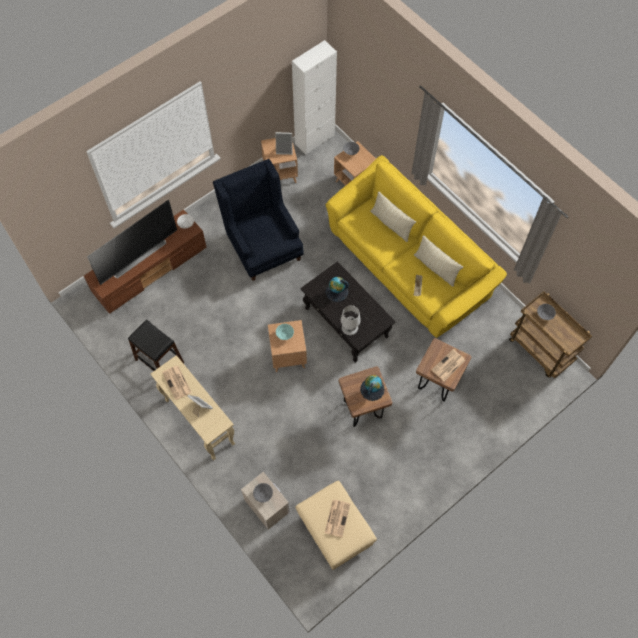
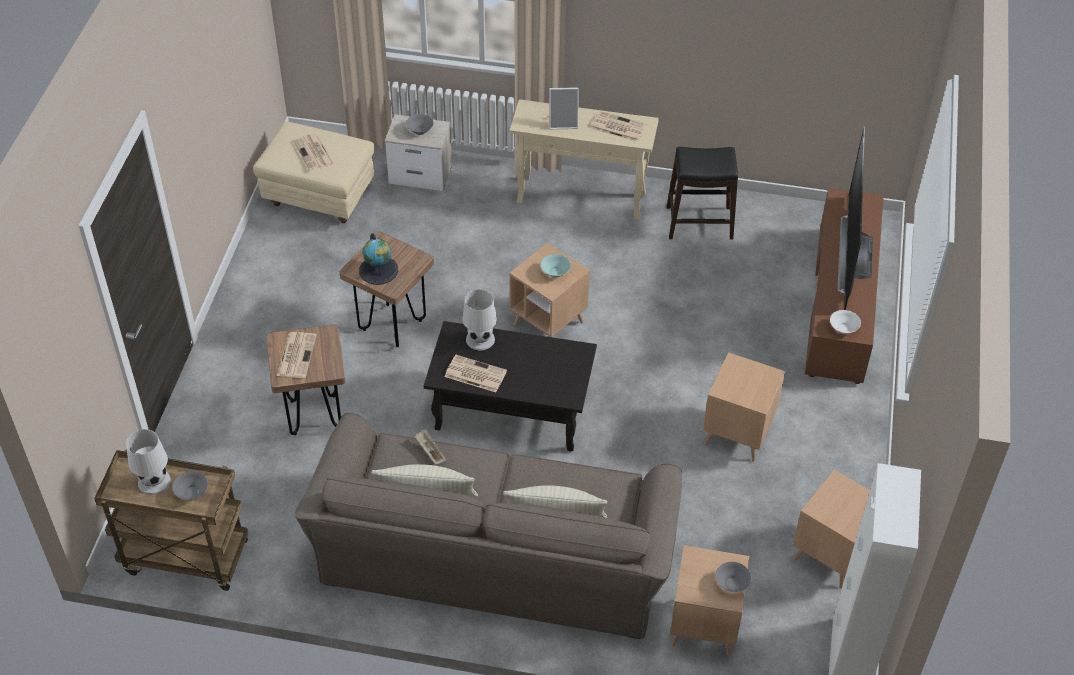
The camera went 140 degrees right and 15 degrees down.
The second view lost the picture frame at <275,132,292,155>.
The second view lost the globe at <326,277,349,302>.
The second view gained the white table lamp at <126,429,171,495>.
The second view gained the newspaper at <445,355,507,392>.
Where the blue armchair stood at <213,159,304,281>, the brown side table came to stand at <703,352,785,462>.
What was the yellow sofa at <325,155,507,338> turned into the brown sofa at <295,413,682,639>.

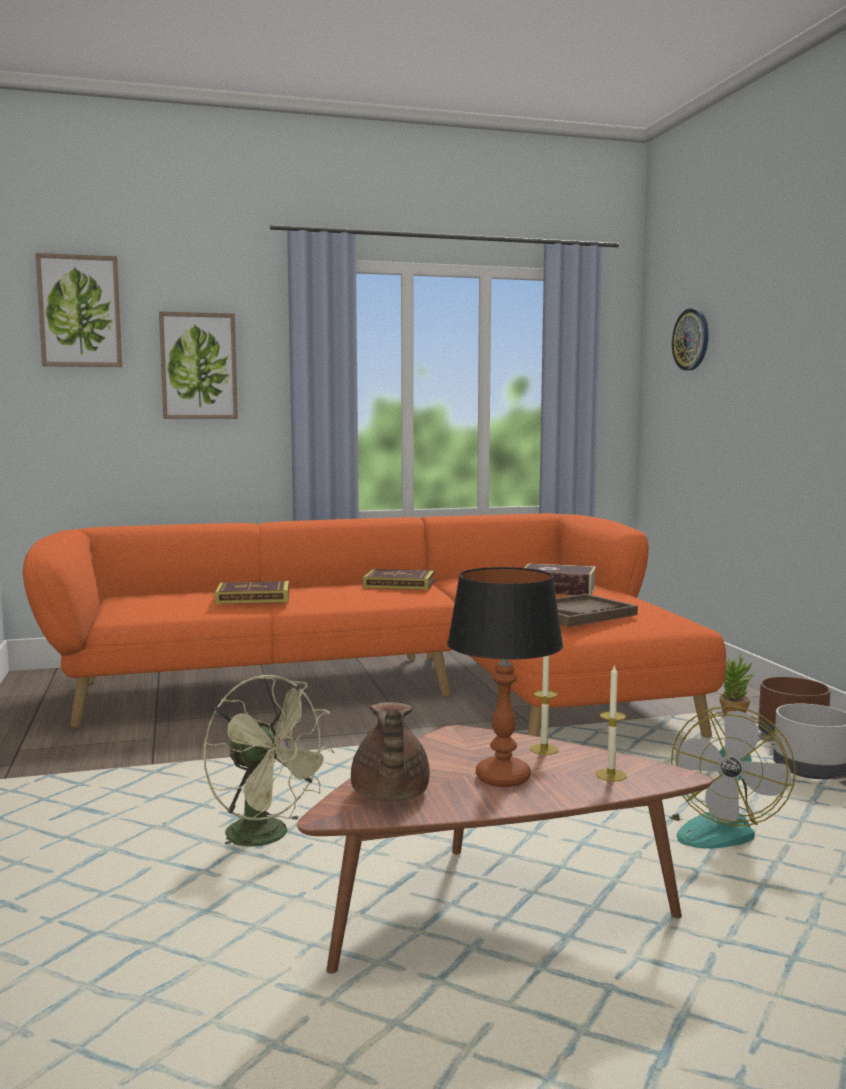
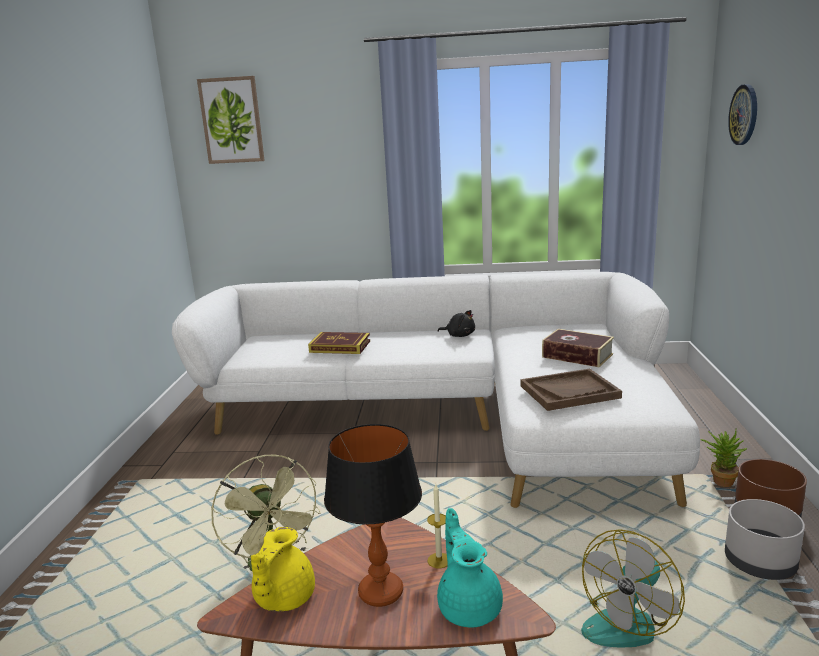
The camera went 20 degrees right and 10 degrees up.
The second view lost the picture at <159,311,238,419>.
Where the book stood at <363,569,435,590>, the black plush toy came to stand at <438,310,475,337>.
Where the candle stood at <595,664,627,781>, the turquoise teapot came to stand at <437,508,503,627>.
What was the orange sofa at <23,513,726,737> turned into the white sofa at <172,272,700,508>.
What was the brown teapot at <351,702,430,801> turned into the yellow teapot at <251,527,315,612>.

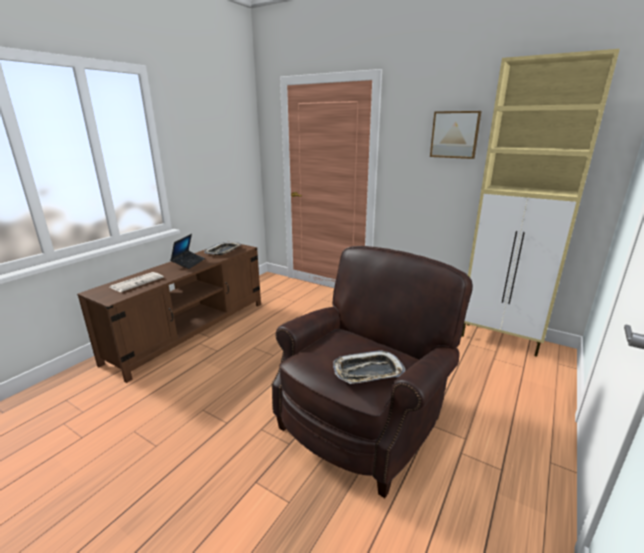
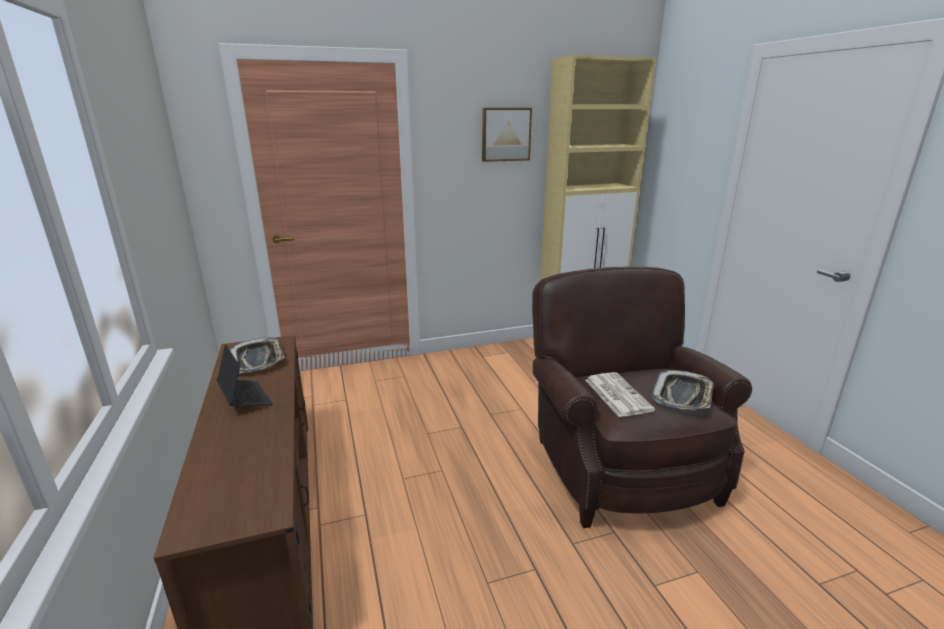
The camera went 50 degrees left and 0 degrees up.
The newspaper ended up elsewhere, having gone from <110,272,164,292> to <585,372,655,417>.

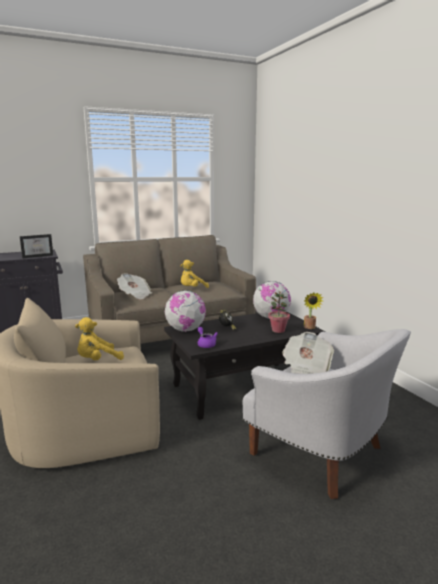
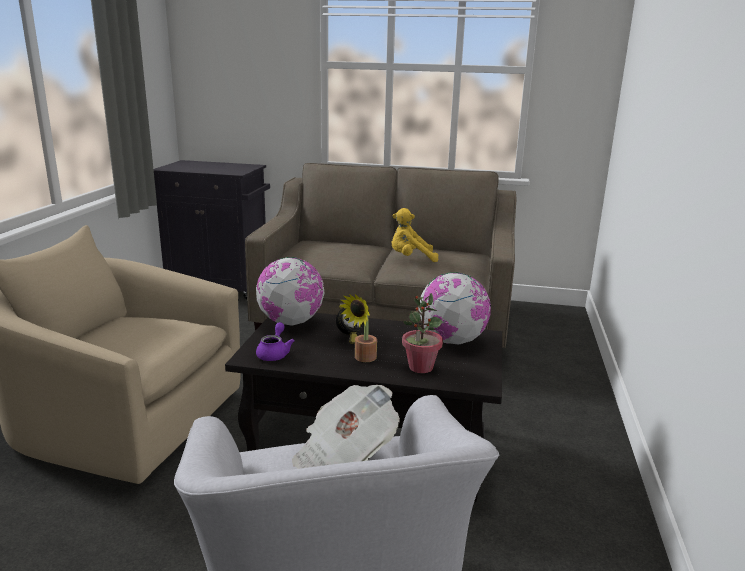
The camera went 35 degrees right and 5 degrees up.
The second view lost the picture frame at <20,234,53,258>.
The second view lost the yellow plush toy at <75,317,124,360>.
The second view lost the newspaper at <117,273,152,300>.
The potted plant ended up elsewhere, having gone from <304,292,323,329> to <340,294,377,362>.

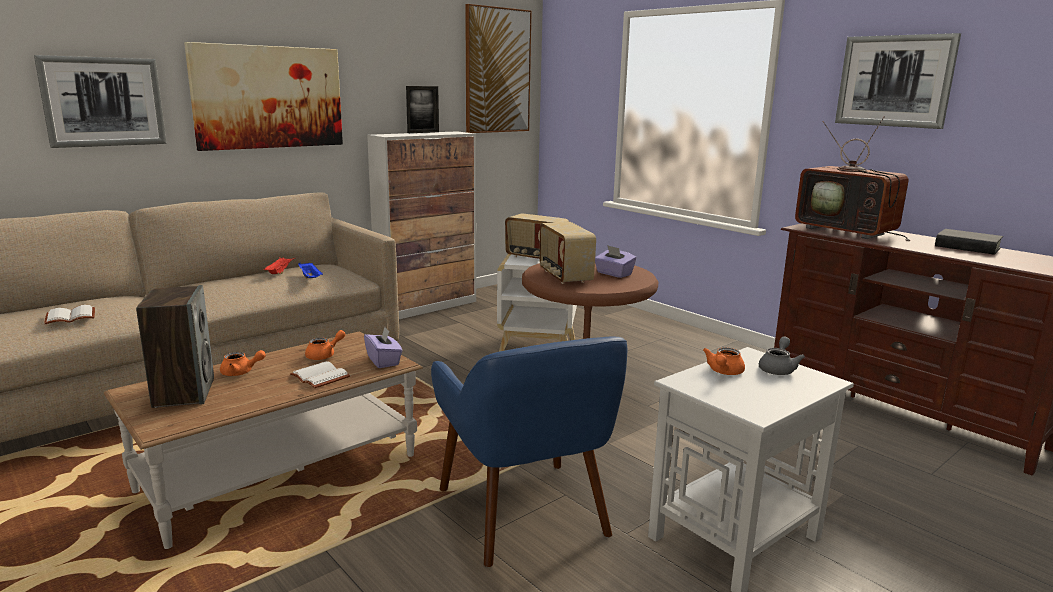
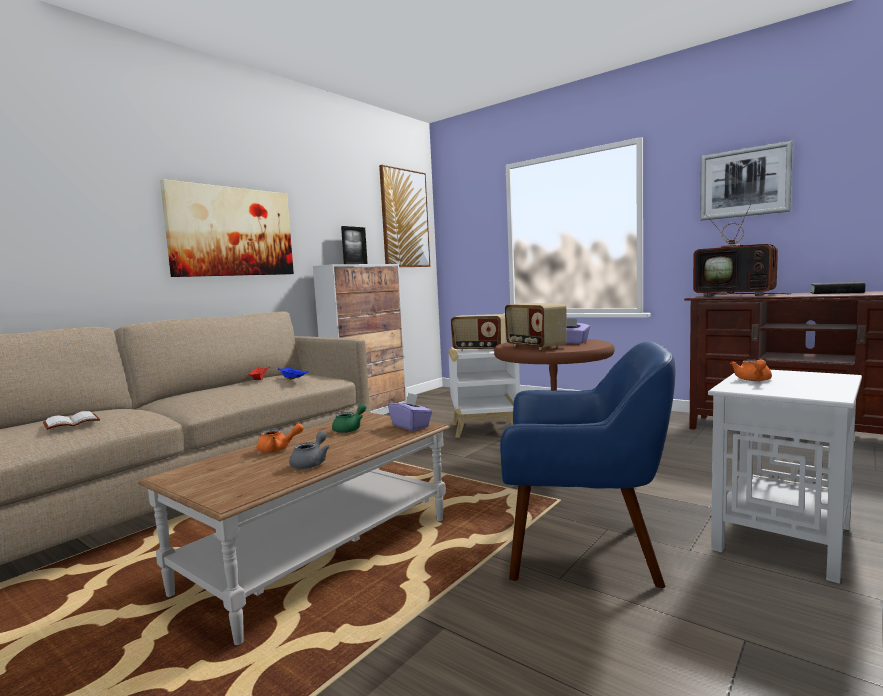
The camera went 10 degrees left and 10 degrees down.
The second view lost the picture at <34,55,167,148>.
The second view lost the speaker at <136,285,214,408>.
The second view lost the white book at <290,361,351,388>.
The grey teapot ended up elsewhere, having gone from <759,337,805,375> to <289,431,330,469>.
What was the orange teapot at <305,330,346,360> turned into the green teapot at <332,404,366,433>.
The blue armchair at <431,336,627,567> ended up facing another way, 45 degrees counterclockwise from before.

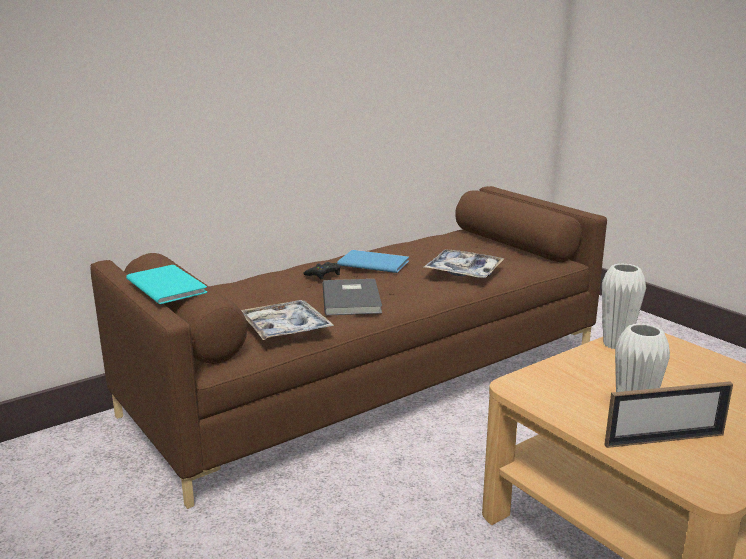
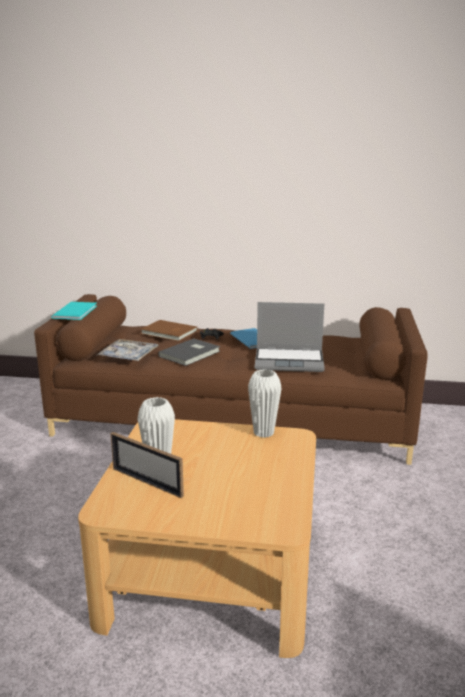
The camera went 45 degrees right and 0 degrees up.
The second view gained the brown book at <141,320,198,341>.
Where the tray stood at <424,249,505,278>, the laptop came to stand at <255,302,325,372>.

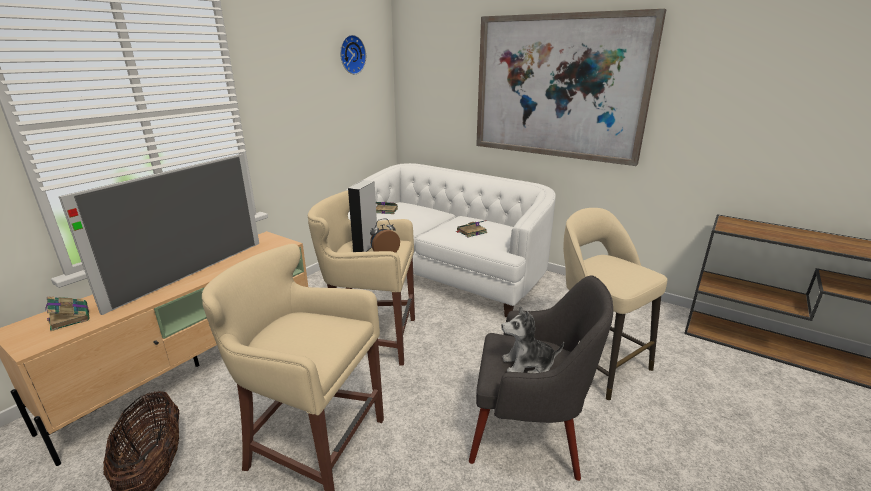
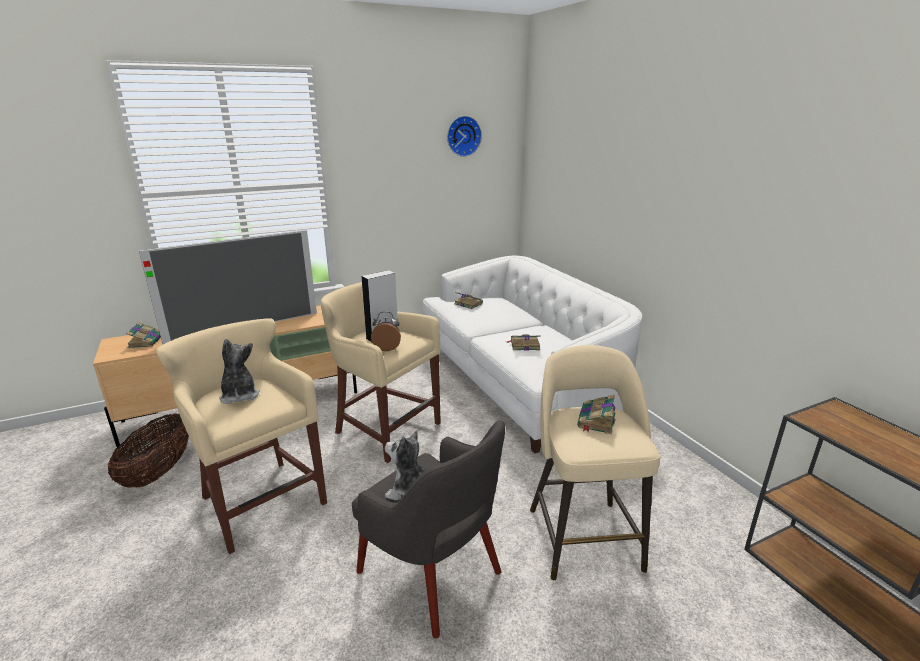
The camera went 30 degrees right and 0 degrees up.
The second view lost the picture at <476,9,667,166>.
The second view gained the plush toy at <219,339,260,404>.
The second view gained the book at <577,395,615,434>.

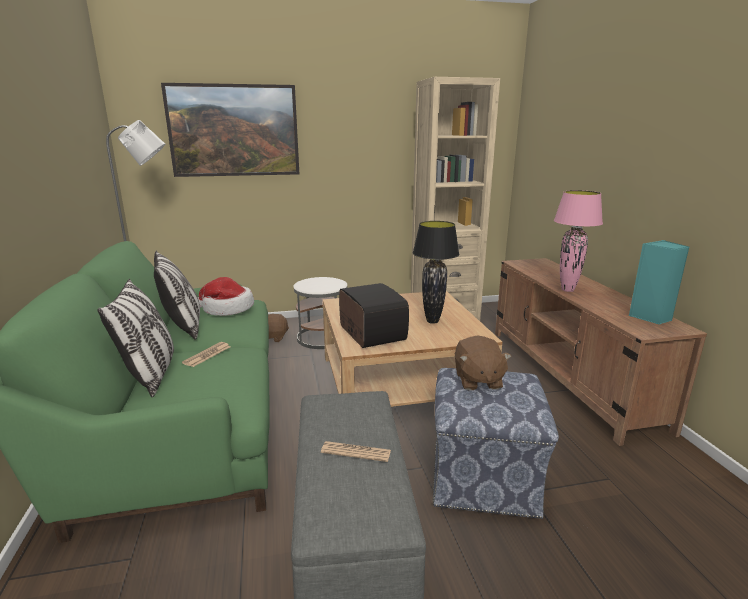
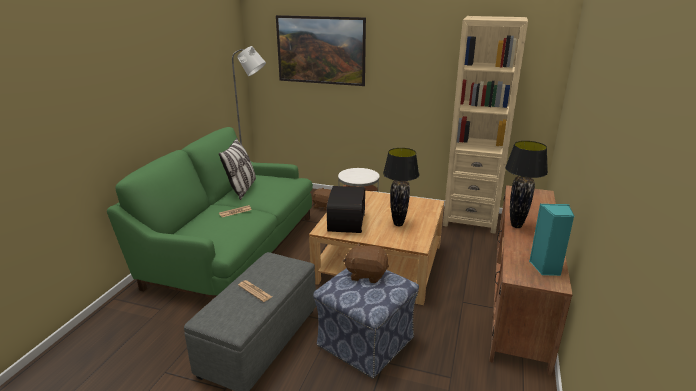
The camera went 30 degrees right and 5 degrees up.
The second view lost the pillow at <97,279,174,397>.
The second view lost the hat at <198,277,254,316>.
What was the pink table lamp at <554,190,603,292> turned into the black table lamp at <505,141,548,228>.
The brown plush toy at <455,336,512,390> ended up facing another way, 75 degrees clockwise from before.

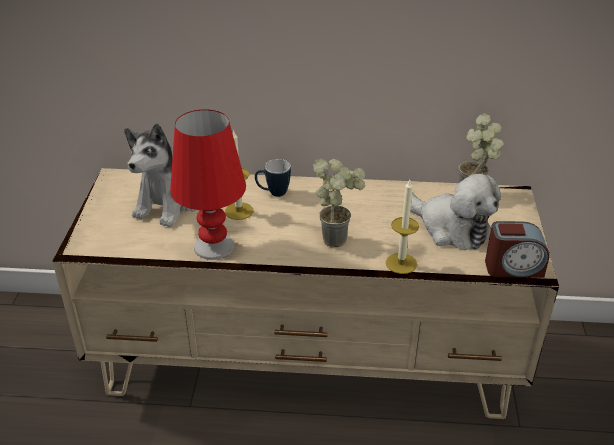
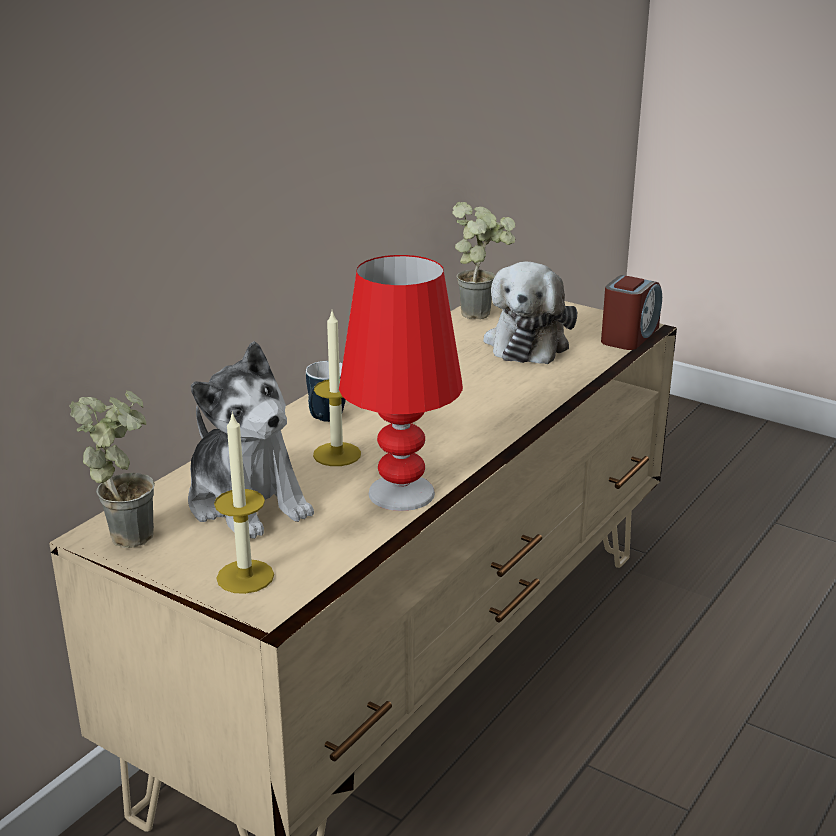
The camera went 60 degrees left and 10 degrees down.
The potted plant ended up elsewhere, having gone from <313,159,365,248> to <69,391,155,548>.
The candle ended up elsewhere, having gone from <386,180,419,274> to <214,411,274,594>.
The plush toy at <410,173,501,250> ended up facing another way, 120 degrees clockwise from before.

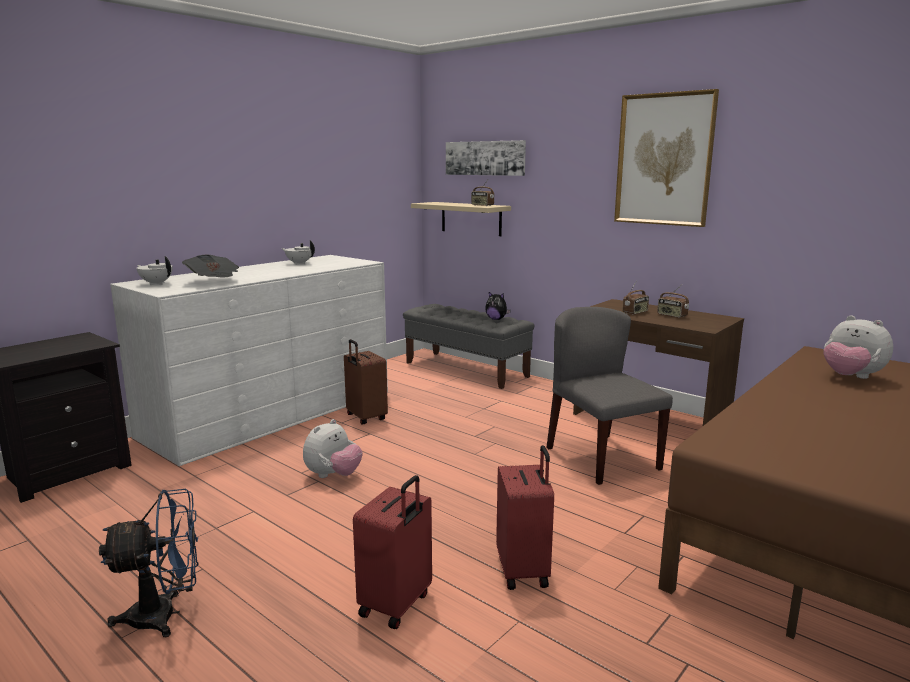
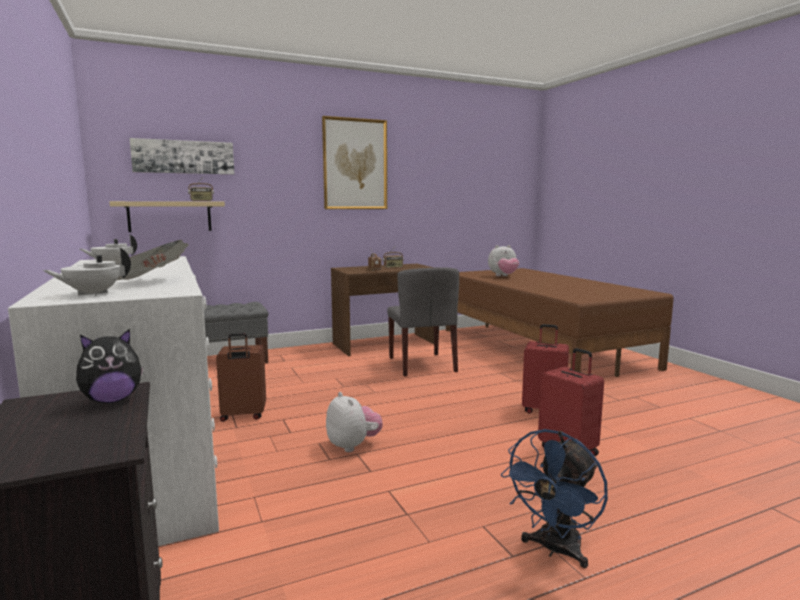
The camera went 65 degrees left and 5 degrees down.
The plush toy ended up elsewhere, having gone from <485,292,511,320> to <76,329,144,403>.
The blue fan at <99,489,198,637> ended up facing another way, 150 degrees counterclockwise from before.
The grey chair at <546,307,673,485> ended up facing another way, 105 degrees counterclockwise from before.

